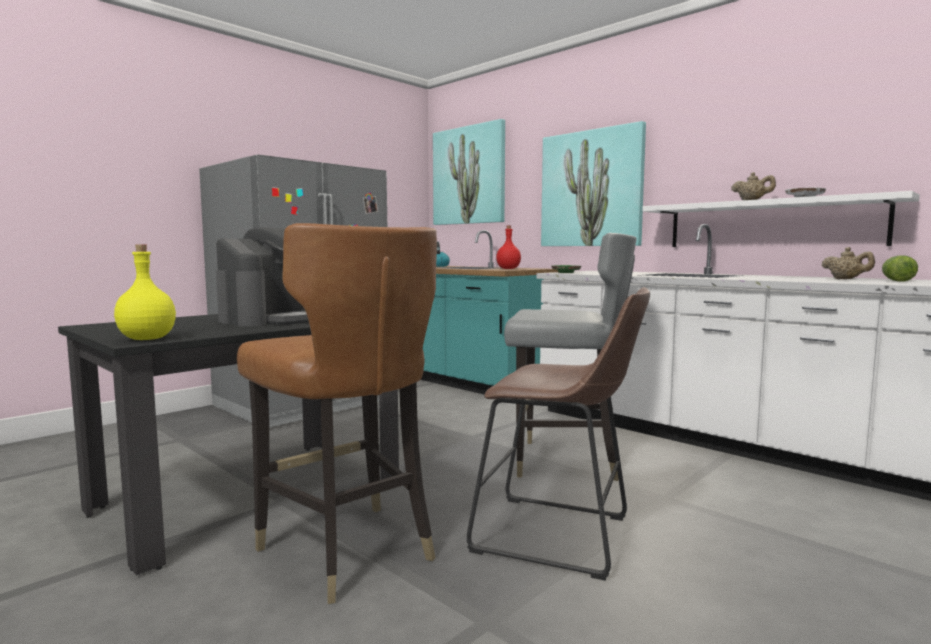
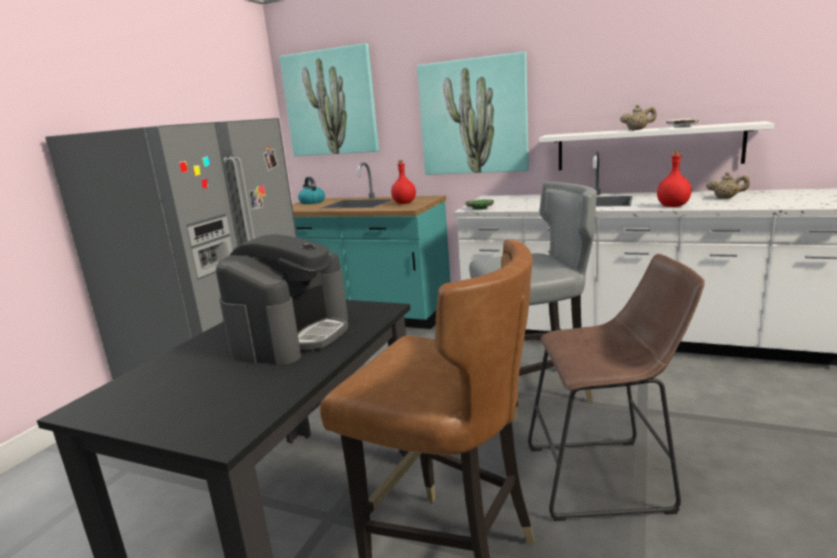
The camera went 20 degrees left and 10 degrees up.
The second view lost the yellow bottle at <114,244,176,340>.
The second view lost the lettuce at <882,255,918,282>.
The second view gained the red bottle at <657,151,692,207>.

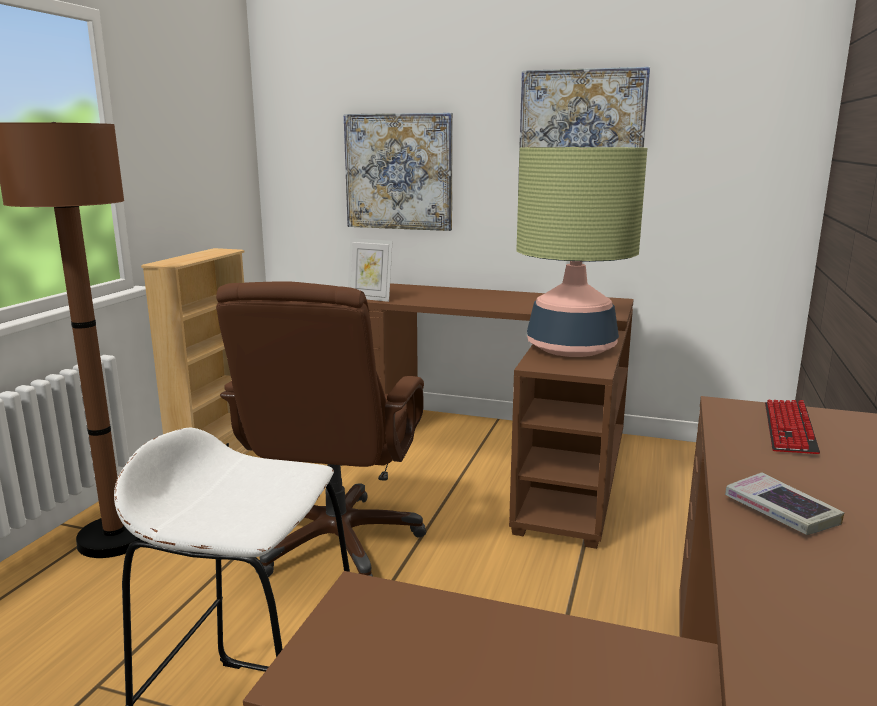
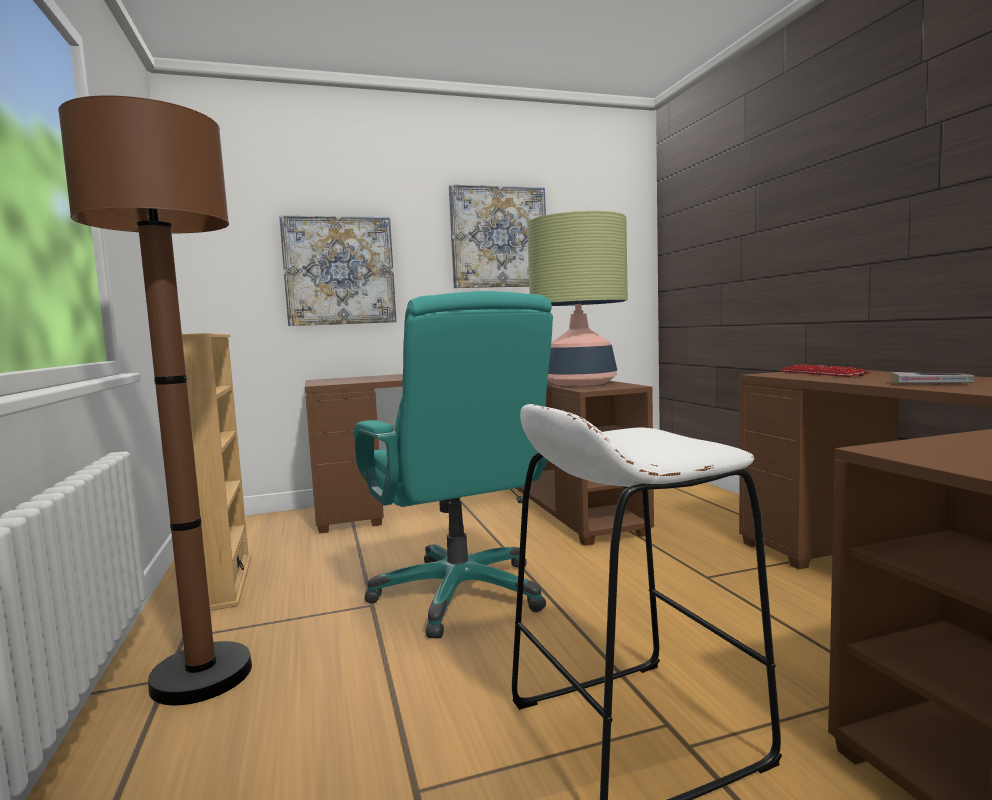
The camera went 35 degrees left and 10 degrees down.
The second view lost the picture frame at <348,238,393,302>.
What was the brown office chair at <216,281,426,577> turned into the turquoise office chair at <354,291,553,639>.

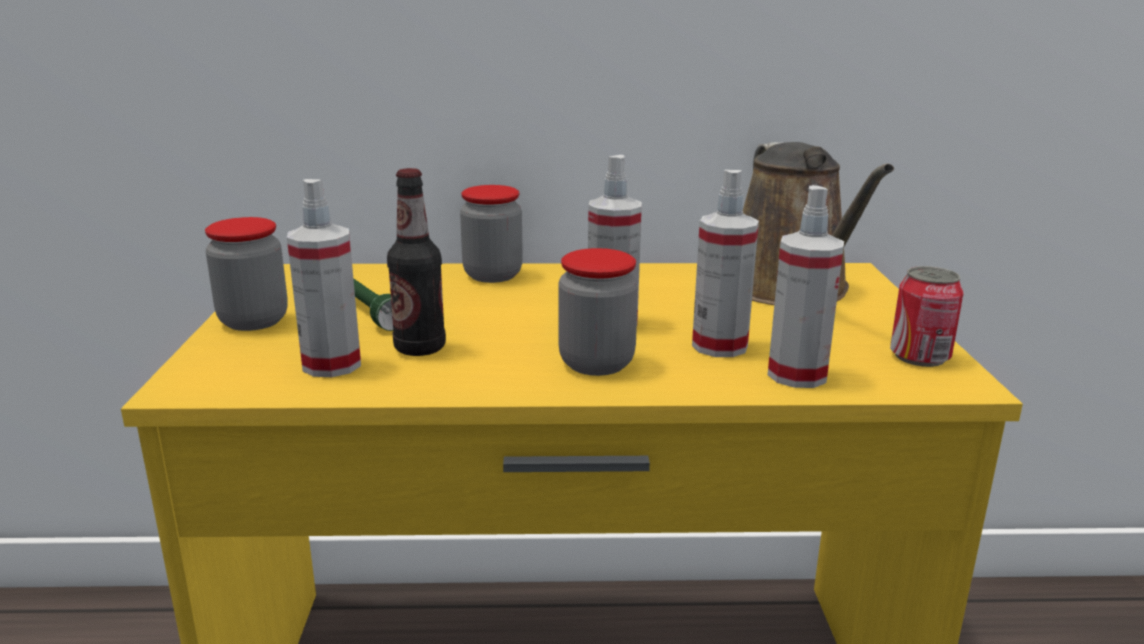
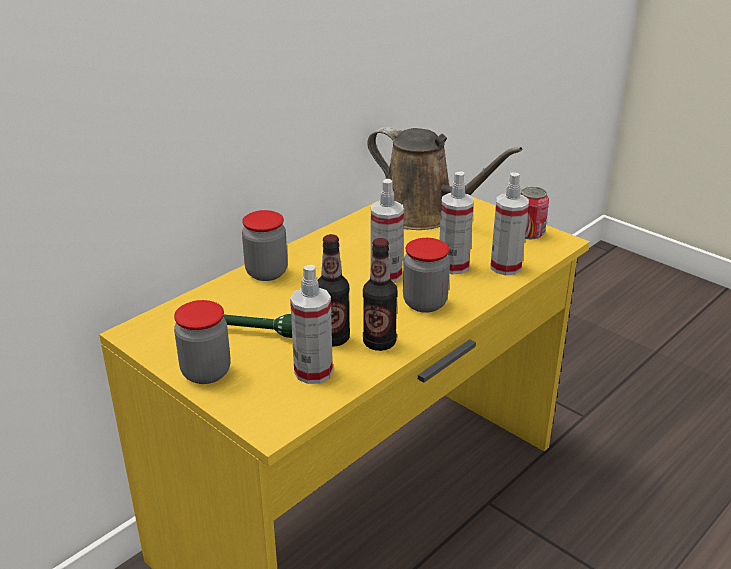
The camera went 45 degrees left and 10 degrees up.
The second view gained the bottle at <363,238,398,351>.

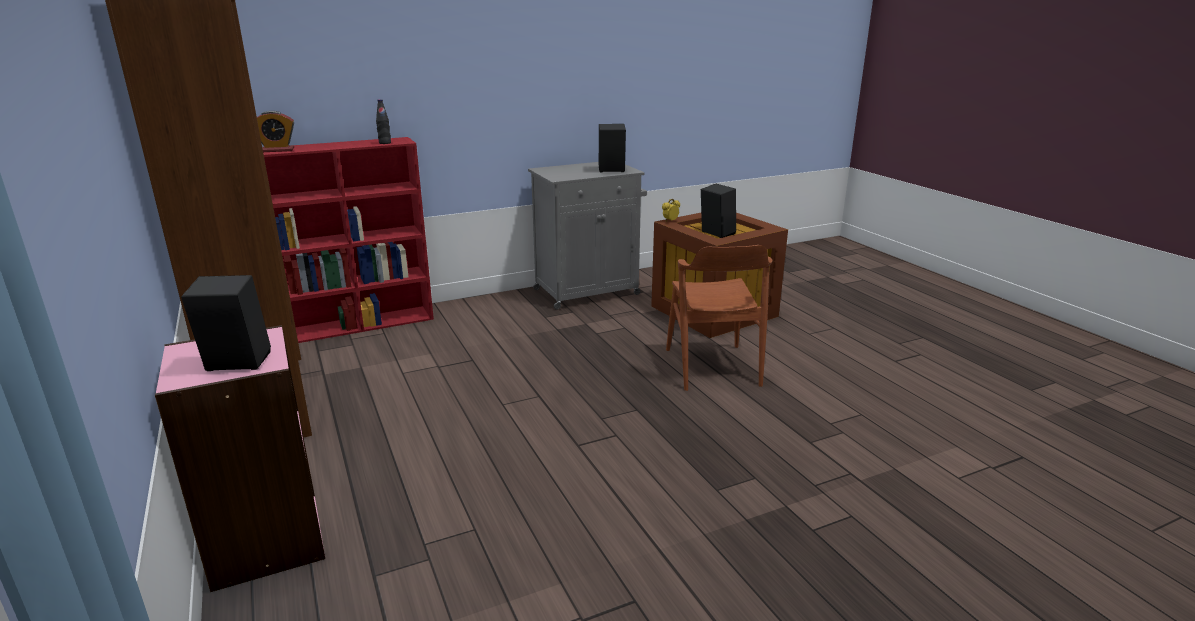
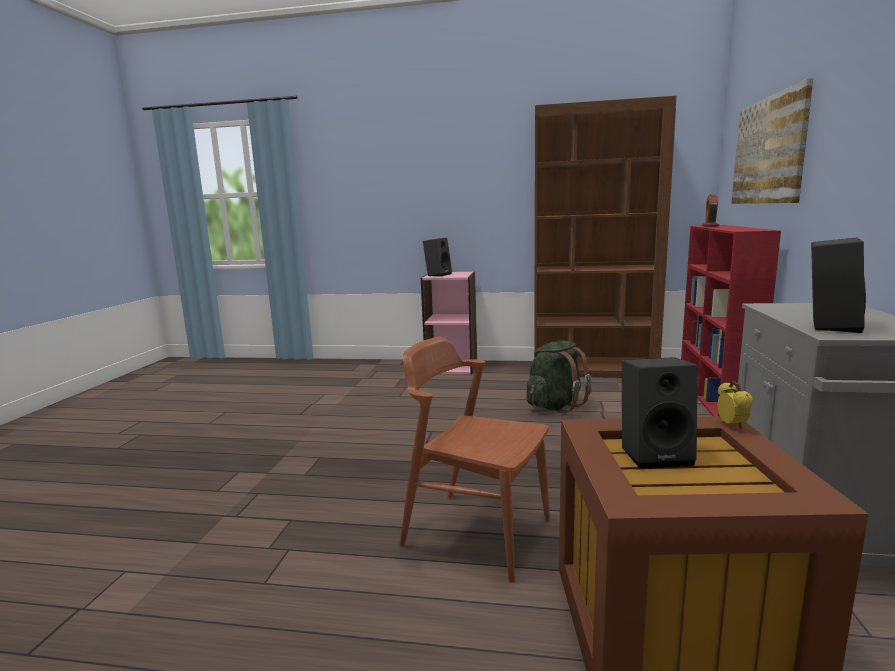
The camera went 125 degrees right and 10 degrees down.
The second view lost the black bottle at <376,99,391,144>.
The second view gained the green backpack at <526,341,592,413>.
The second view gained the picture at <731,78,813,204>.

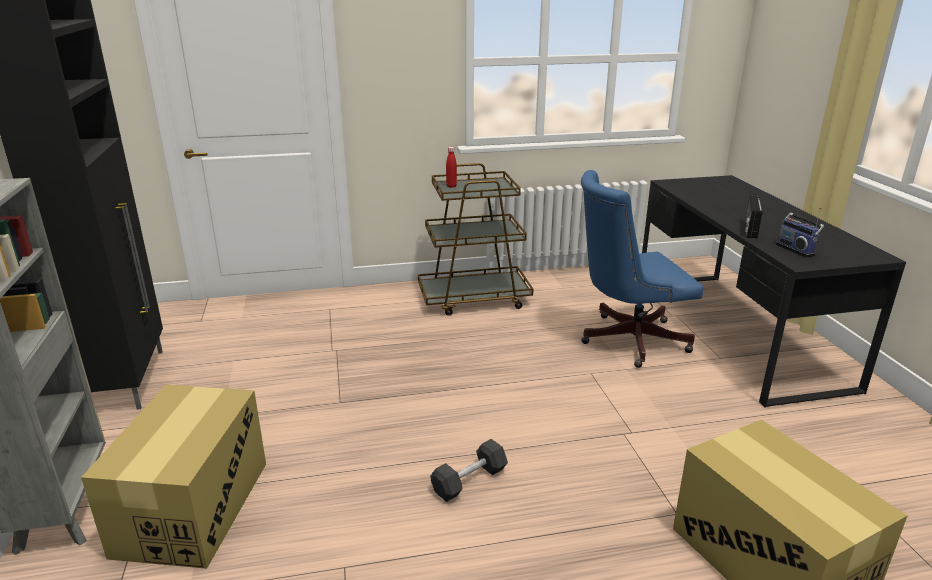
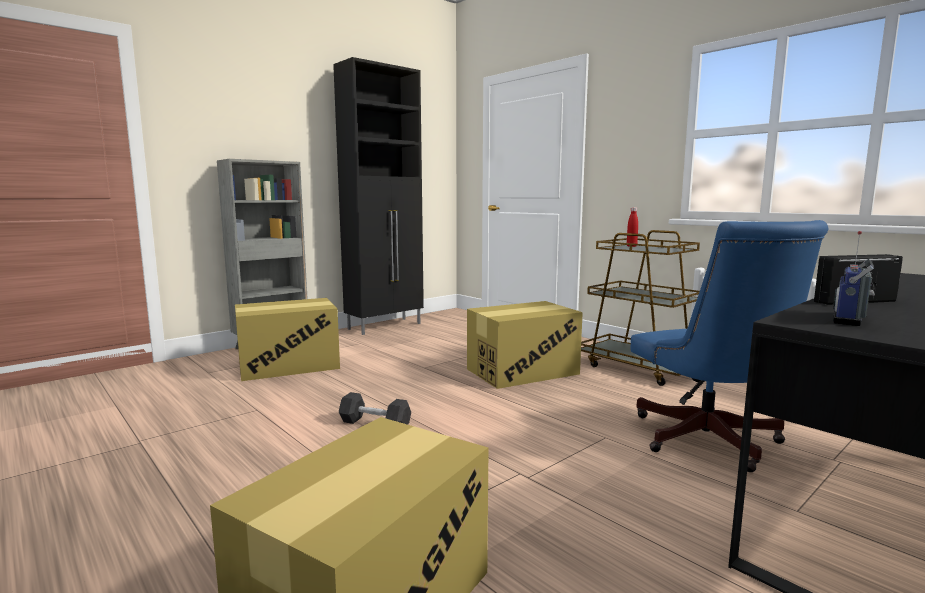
The camera went 60 degrees right and 15 degrees down.
The second view gained the cardboard box at <467,301,583,389>.
The blue office chair at <581,170,703,368> ended up facing another way, 150 degrees counterclockwise from before.

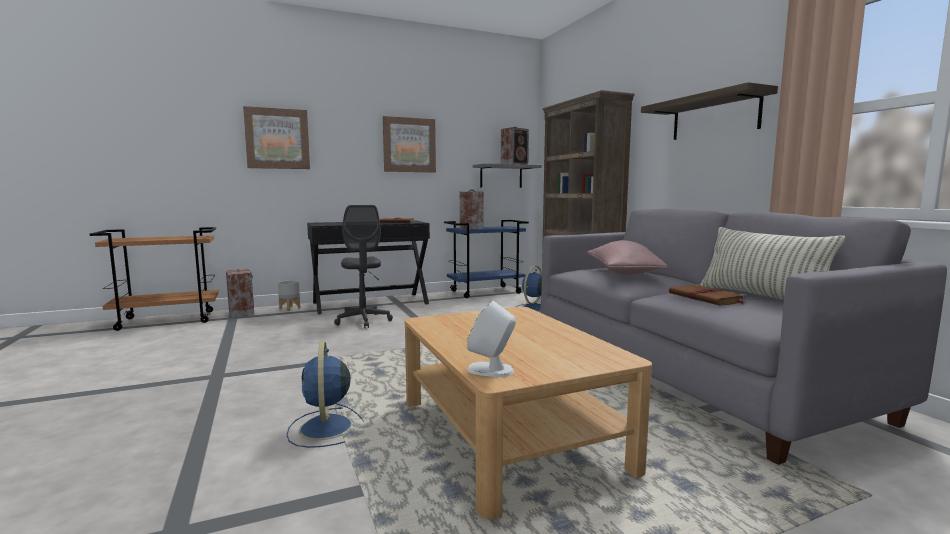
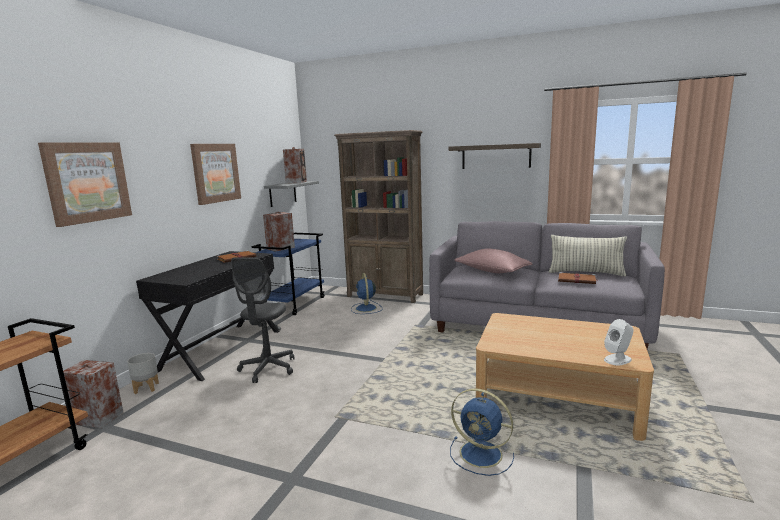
The camera went 45 degrees left and 5 degrees up.
The grey office chair at <334,205,393,328> ended up facing another way, 75 degrees clockwise from before.

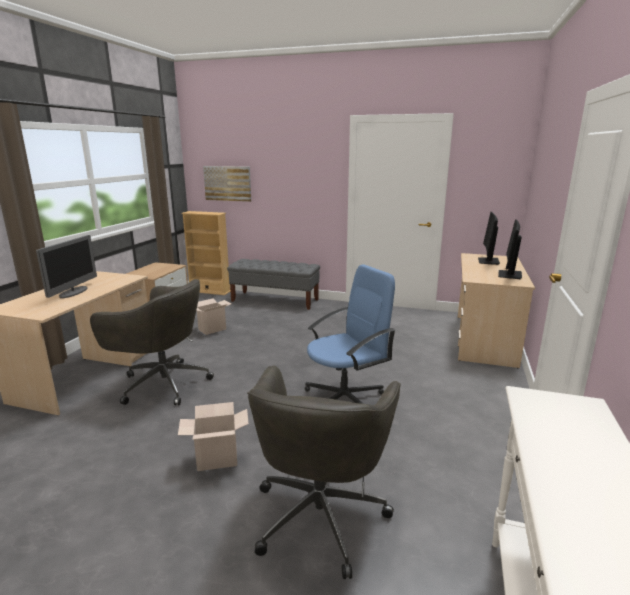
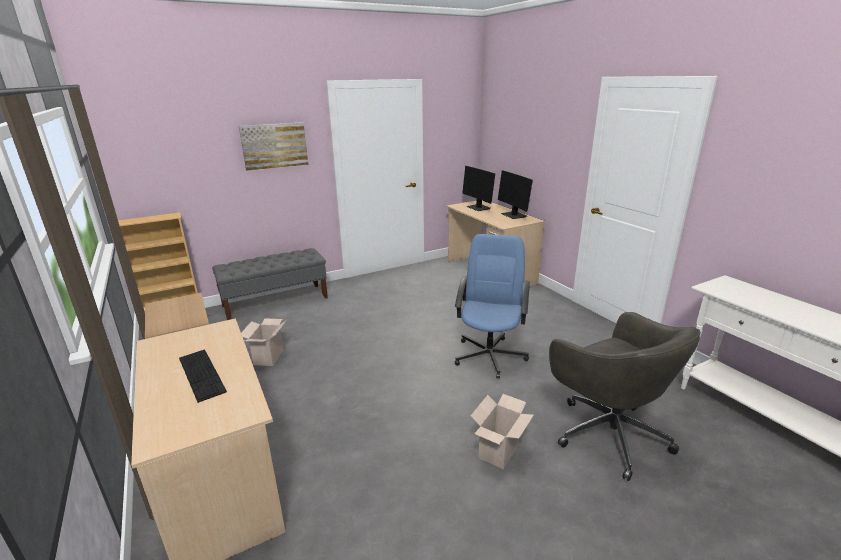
The camera went 45 degrees left and 5 degrees up.
The second view lost the grey office chair at <90,279,214,405>.
The picture ended up elsewhere, having gone from <203,166,251,202> to <239,122,308,171>.
Where the monitor stood at <36,235,97,298>, the keyboard came to stand at <179,349,227,403>.

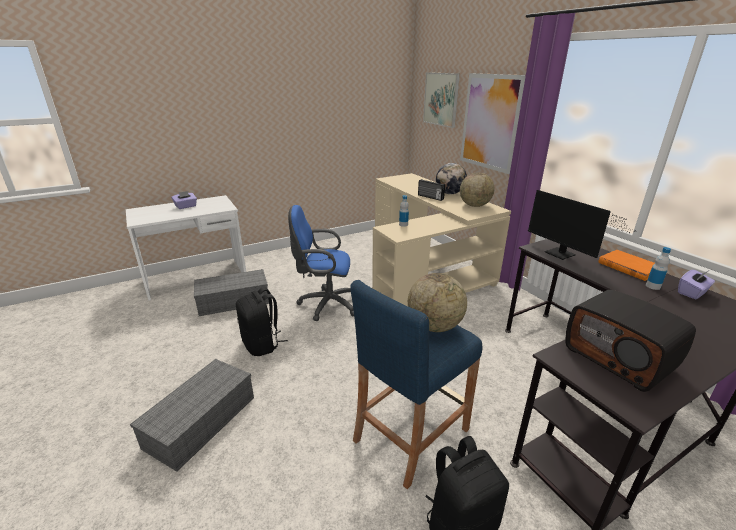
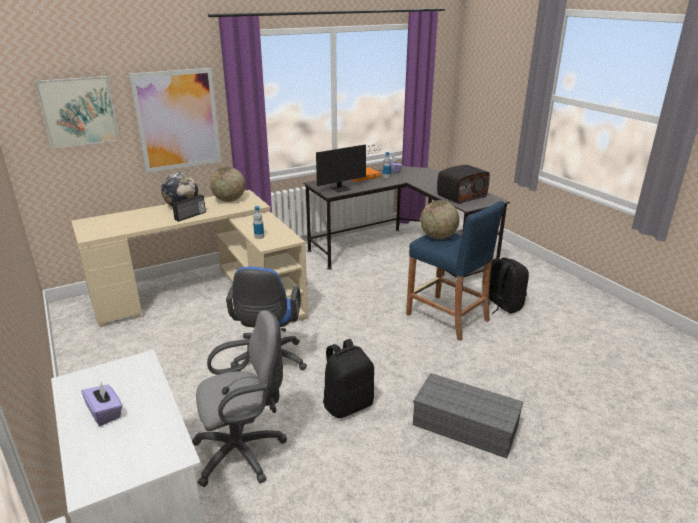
The camera went 90 degrees left and 0 degrees up.
Where the grey storage box stood at <194,269,269,316>, the grey office chair came to stand at <192,310,287,487>.

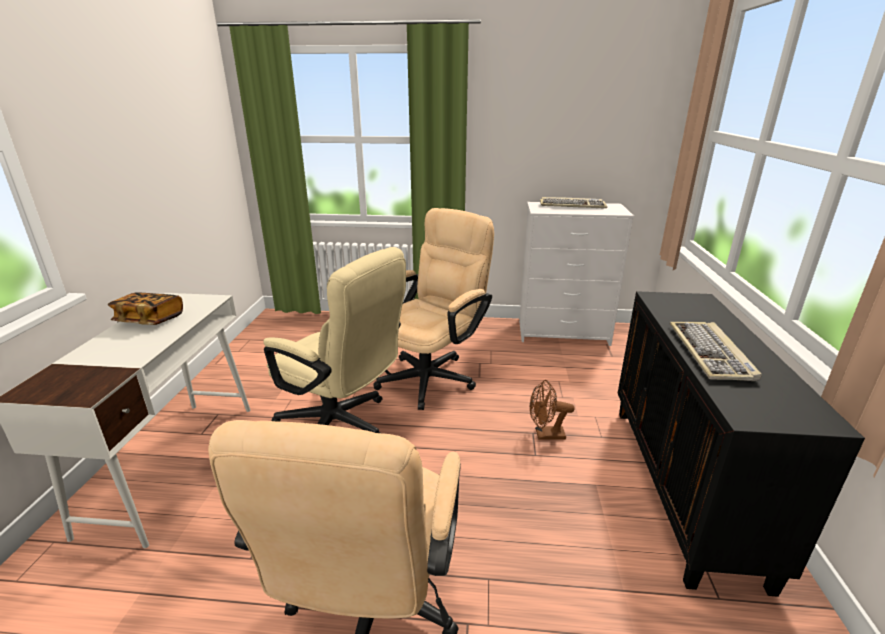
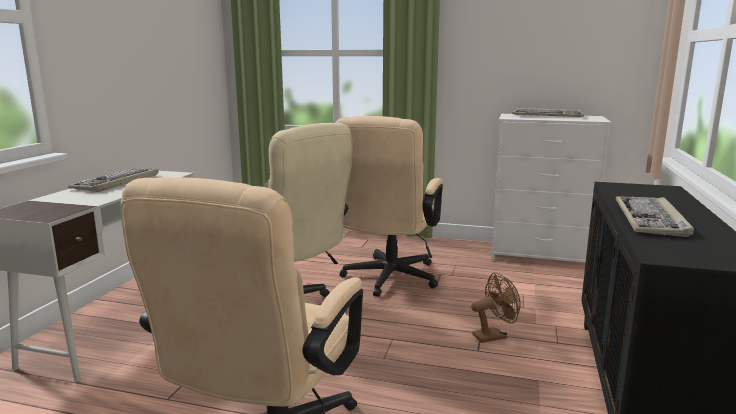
The camera went 10 degrees right and 10 degrees down.
Where the book stood at <108,292,183,325>, the keyboard came to stand at <68,168,159,192>.
The beige office chair at <373,208,494,410> ended up facing another way, 150 degrees clockwise from before.
The brown fan at <530,380,575,440> ended up facing another way, 150 degrees clockwise from before.

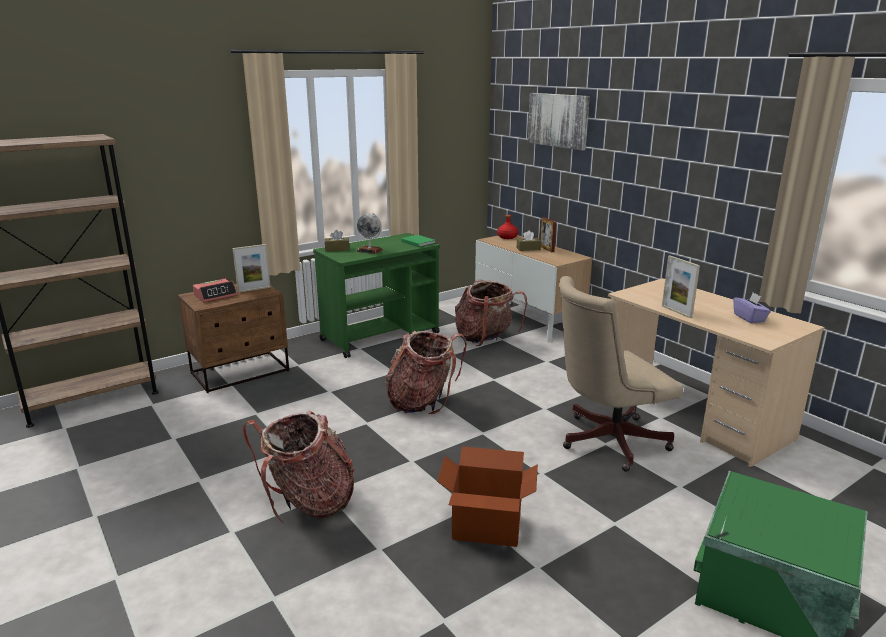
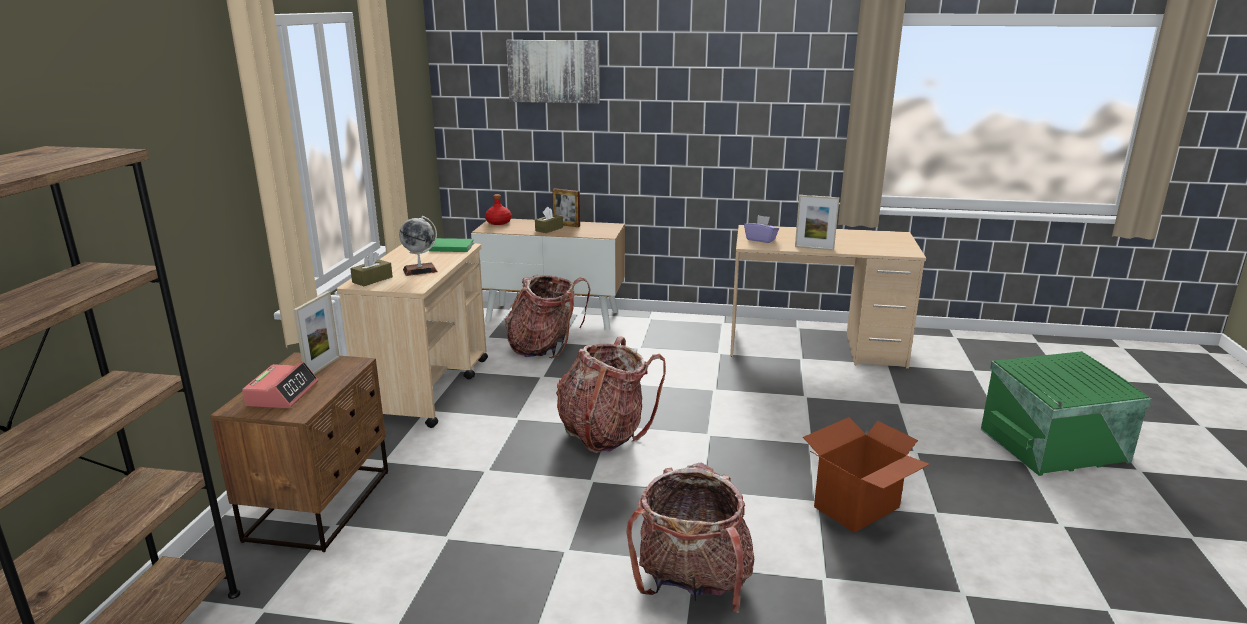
The camera went 45 degrees left and 0 degrees up.
The second view lost the beige office chair at <559,276,683,472>.
The purple tissue box ended up elsewhere, having gone from <733,292,771,323> to <744,215,779,243>.
What was the green cart at <313,233,440,358> turned into the beige cart at <337,243,488,428>.

